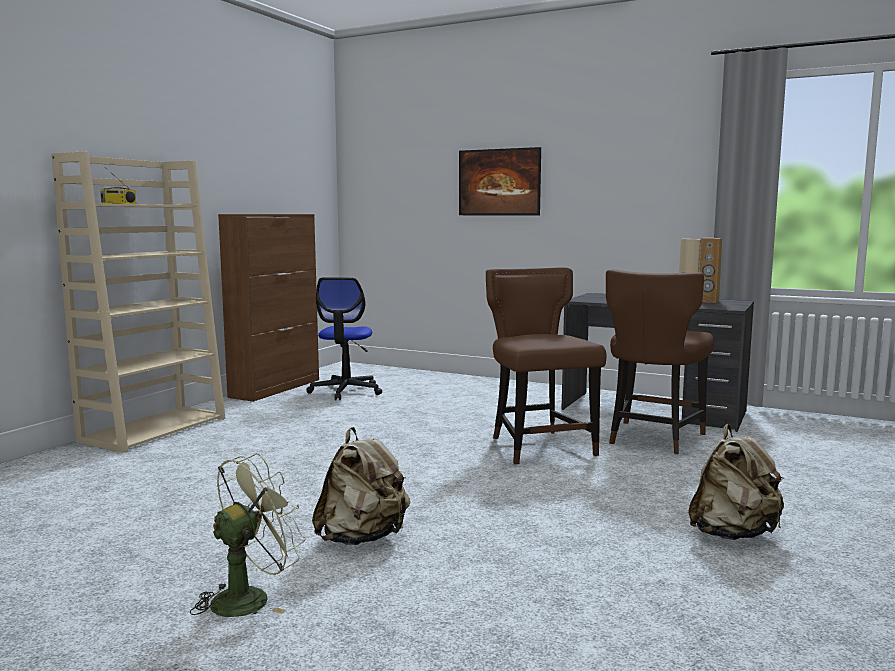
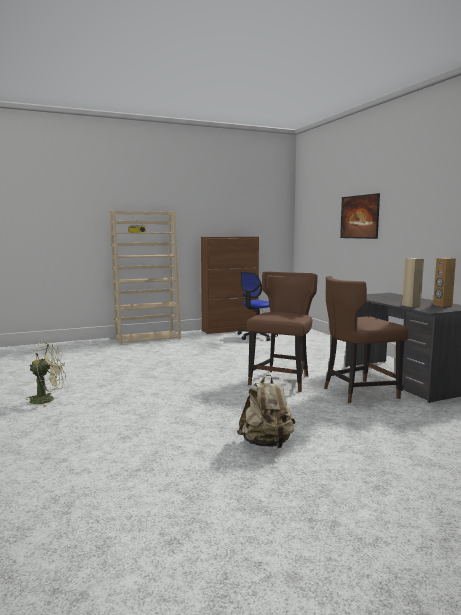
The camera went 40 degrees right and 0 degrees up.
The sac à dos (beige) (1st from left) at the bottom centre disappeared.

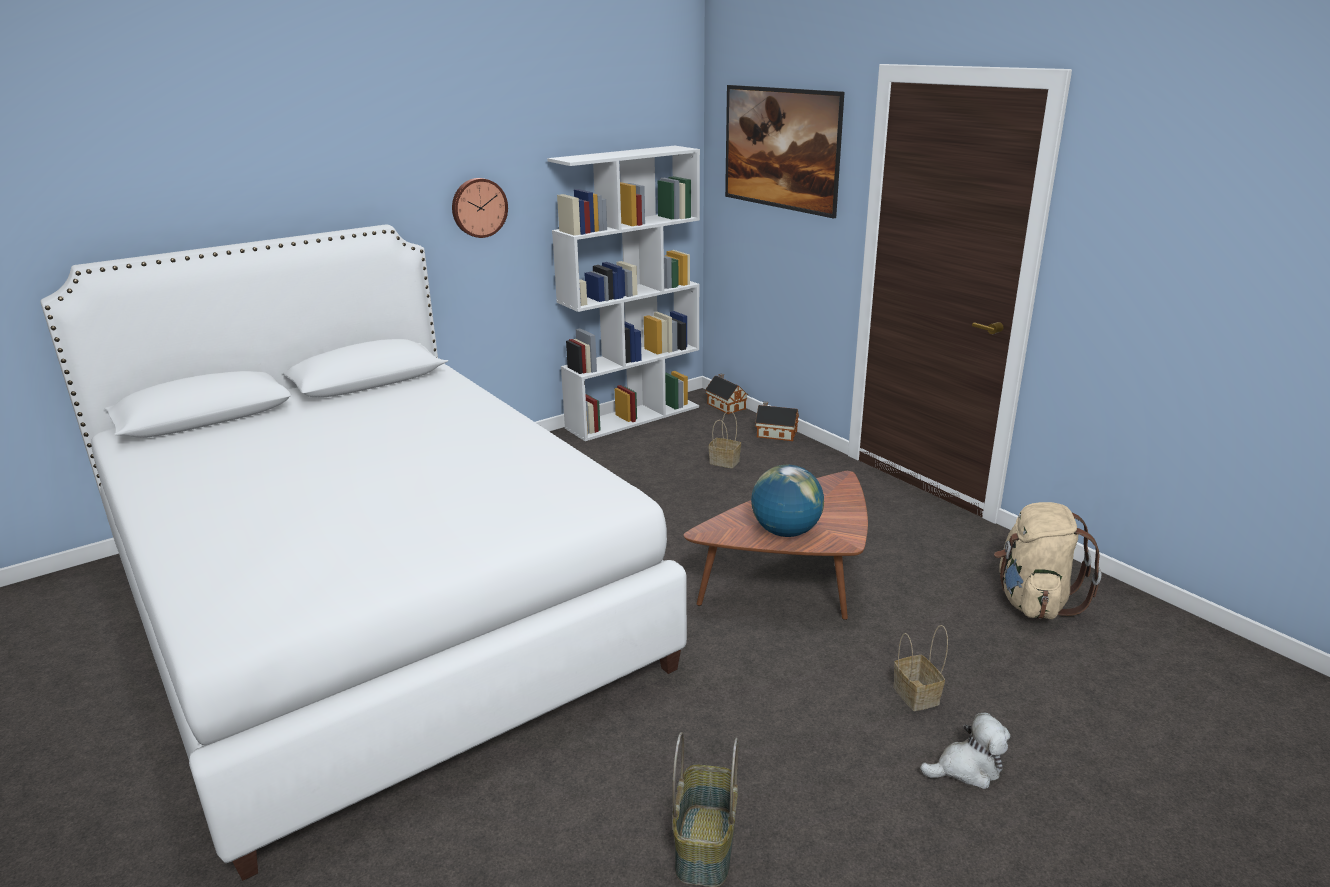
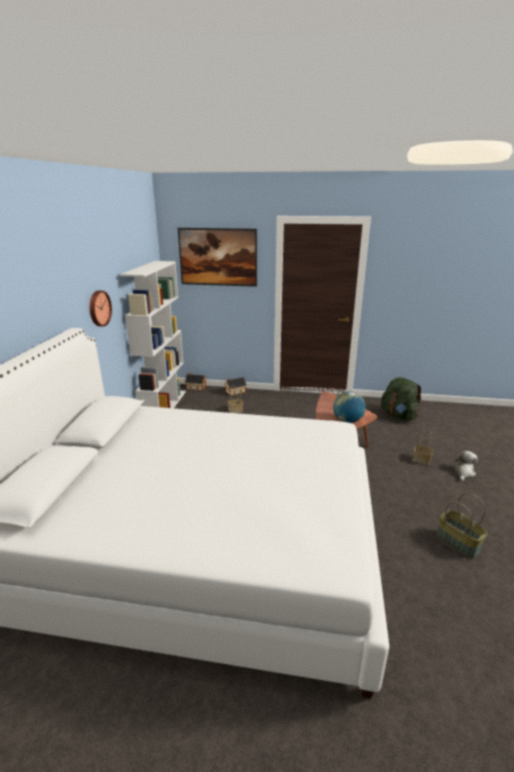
The camera went 45 degrees left and 0 degrees up.
The sac à dos (beige) at the middle right became the sac à dos (vert) at the middle right.

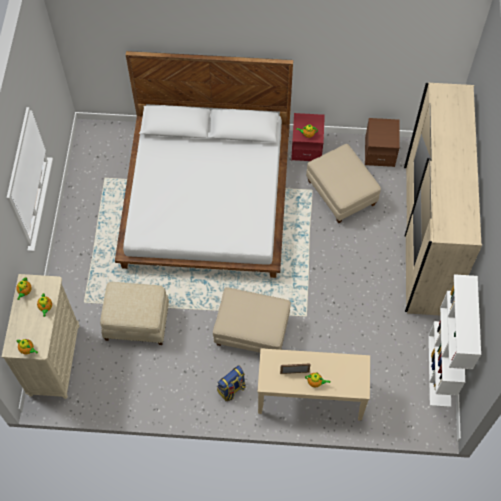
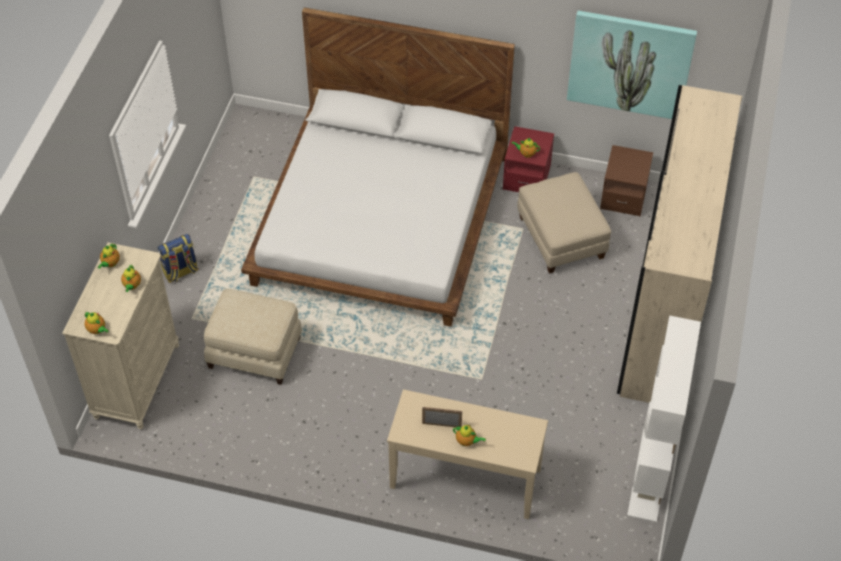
The camera went 10 degrees right and 10 degrees down.
The pouf (beige) (2nd from left) at the centre disappeared.
The tableau at the top right appeared.
The sac à dos moved from the bottom centre to the middle left.

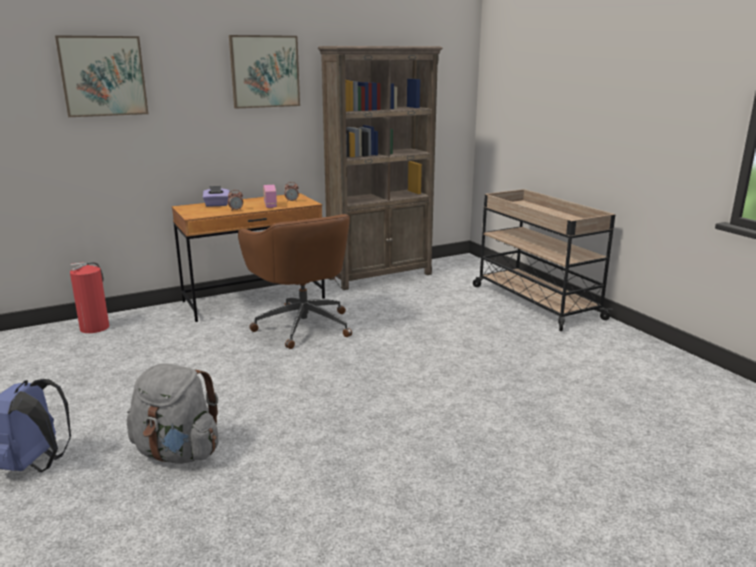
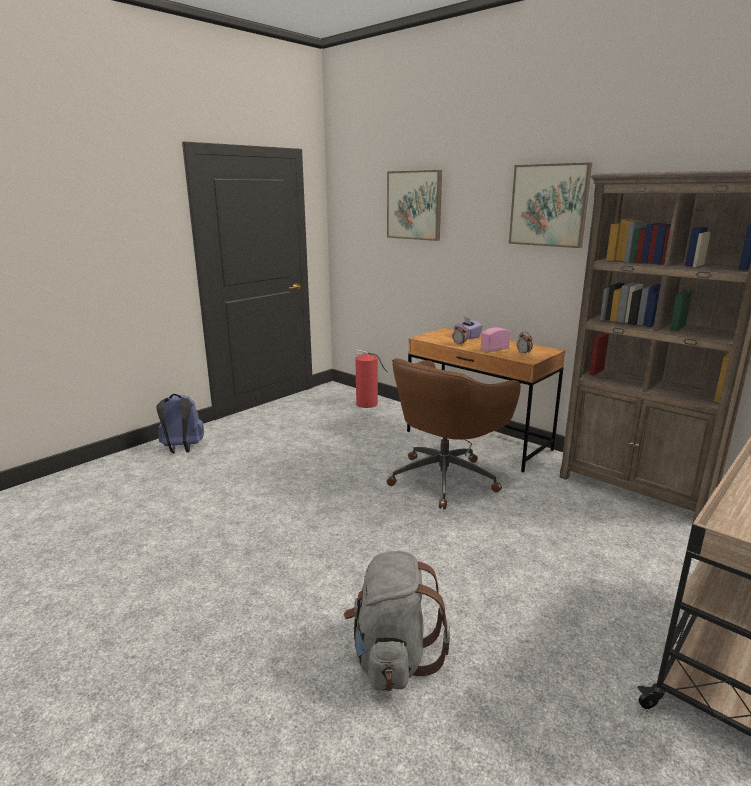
The camera went 70 degrees right and 0 degrees up.
The sac à dos (gris) moved from the bottom left to the bottom centre.

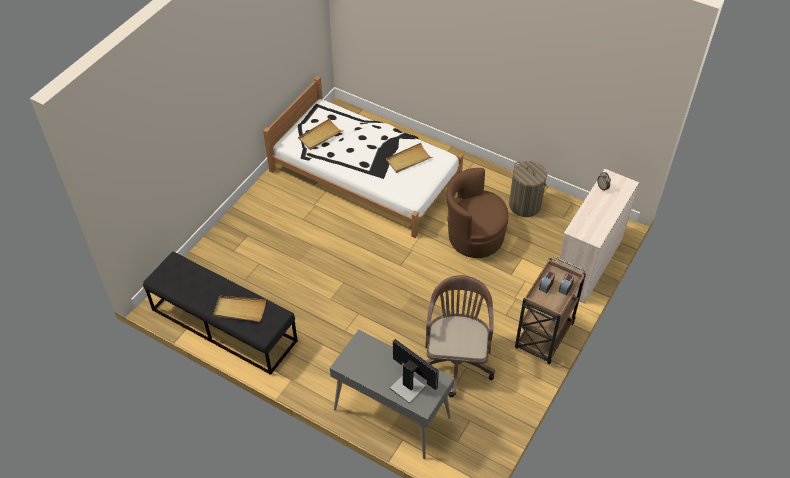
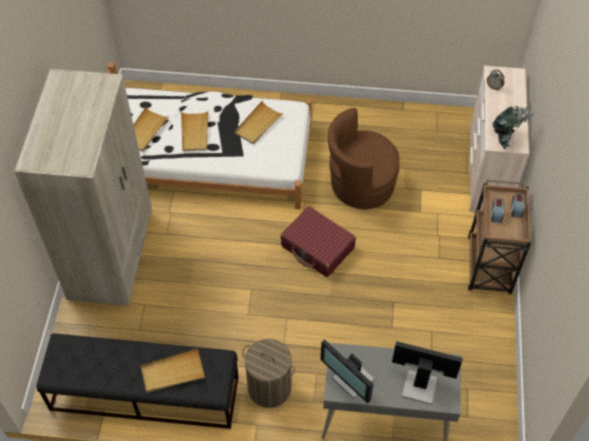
The camera went 25 degrees left and 5 degrees up.
The chaise de bureau (marron) at the bottom centre disappeared.
The armoire (beige) at the middle left appeared.
The plateau (beige) (3rd from left) at the top left appeared.
The valise (rouge) at the centre appeared.
The écran d'ordinateur (1st from left) at the bottom centre appeared.
The plante en pot at the top right appeared.
The panier à linge moved from the middle right to the bottom centre.

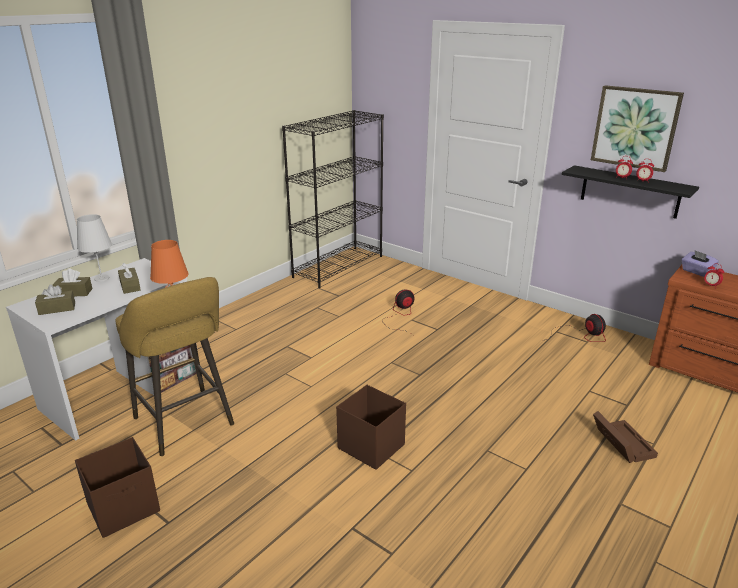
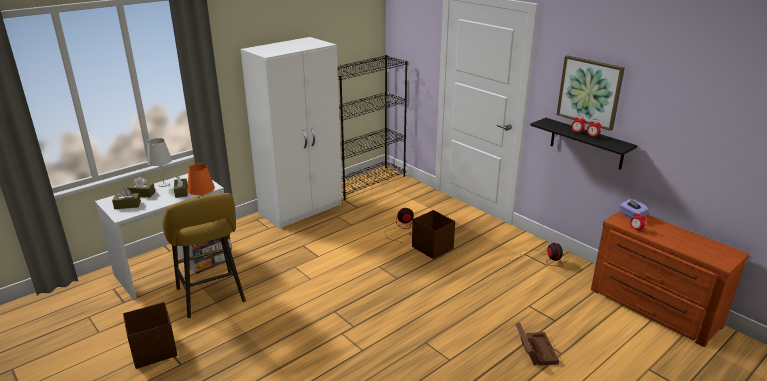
The camera went 10 degrees right and 0 degrees up.
The armoire (blanc) at the centre appeared.
The boîte de rangement (marron) (2nd from left) moved from the bottom centre to the centre.

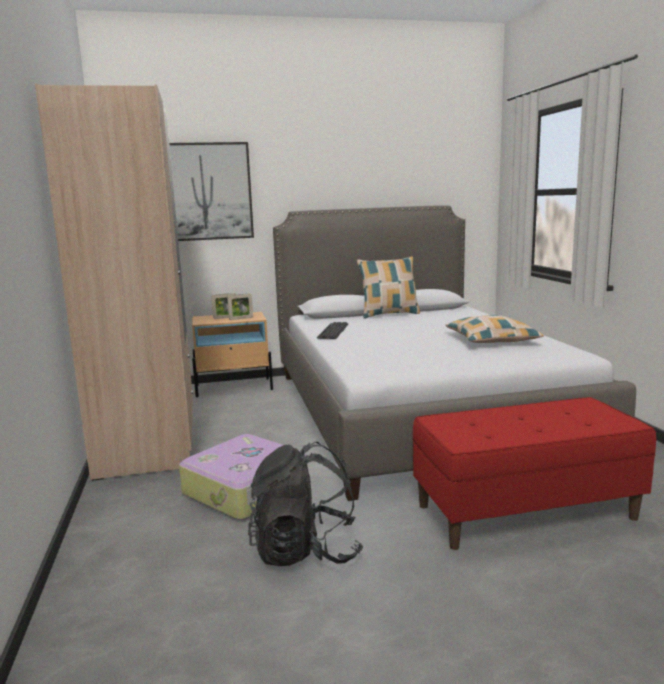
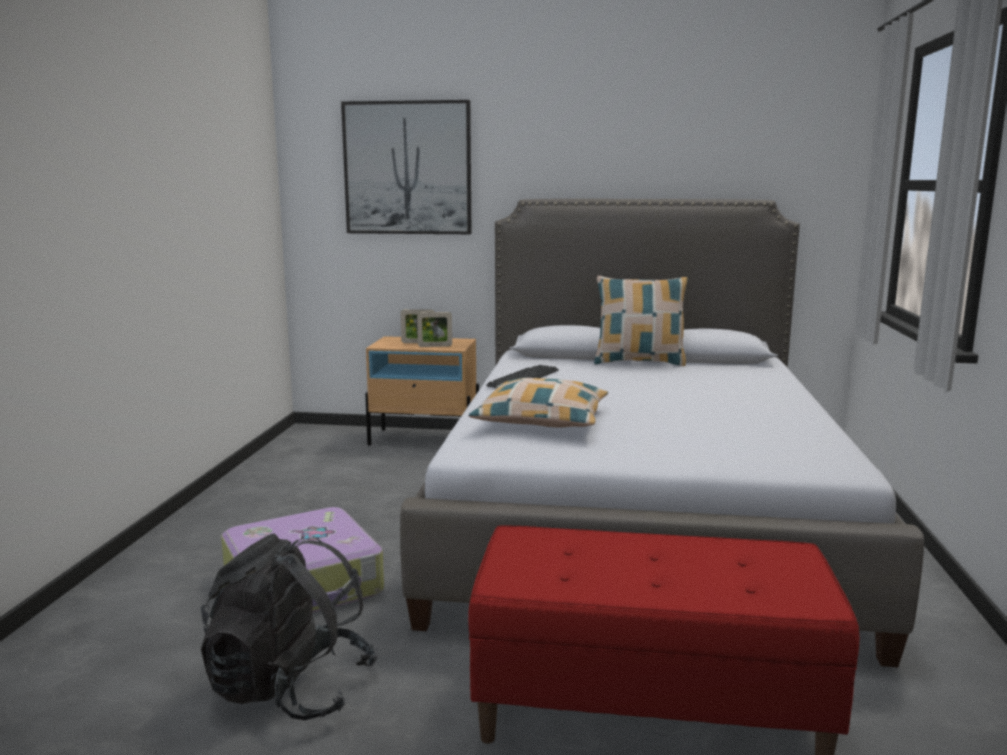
The camera went 20 degrees right and 0 degrees up.
The armoire (beige) at the middle left disappeared.
The coussin (2nd from left in the first image) moved from the middle right to the centre.

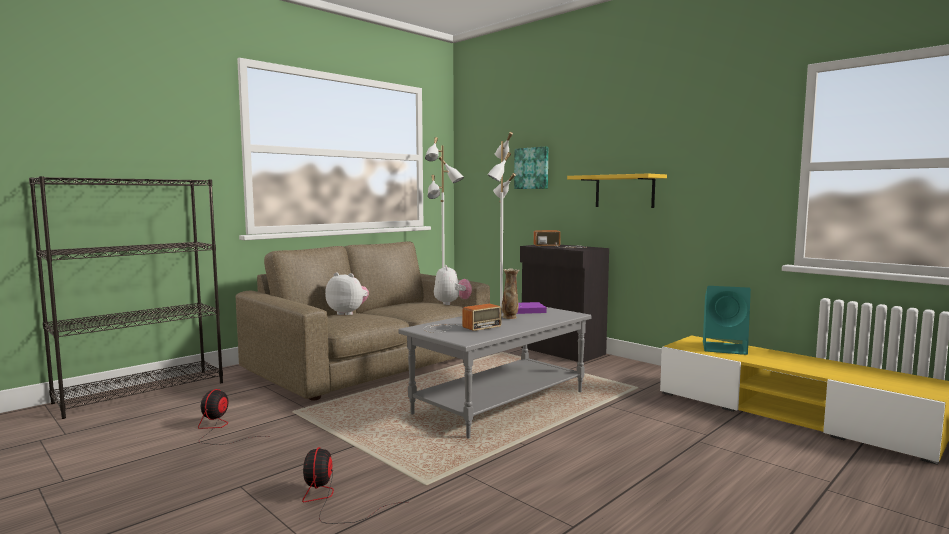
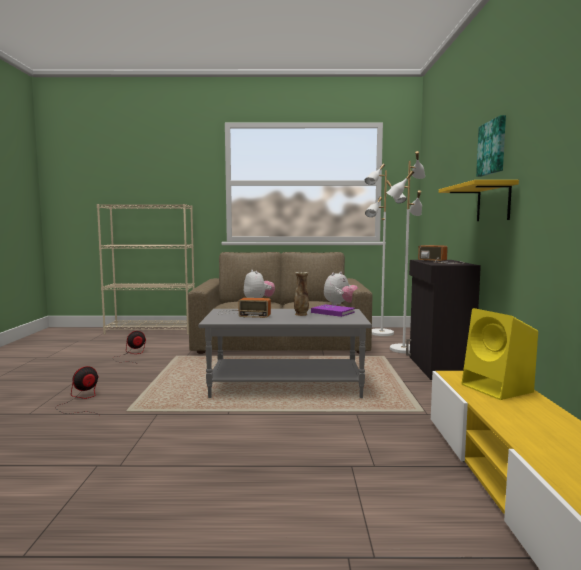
The camera went 45 degrees right and 0 degrees up.
The tableau moved from the top centre to the top right.
The bibliothèque (noir) at the middle left became the bibliothèque (beige) at the middle left.
The enceinte (turquoise) at the middle right became the enceinte (jaune) at the middle right.

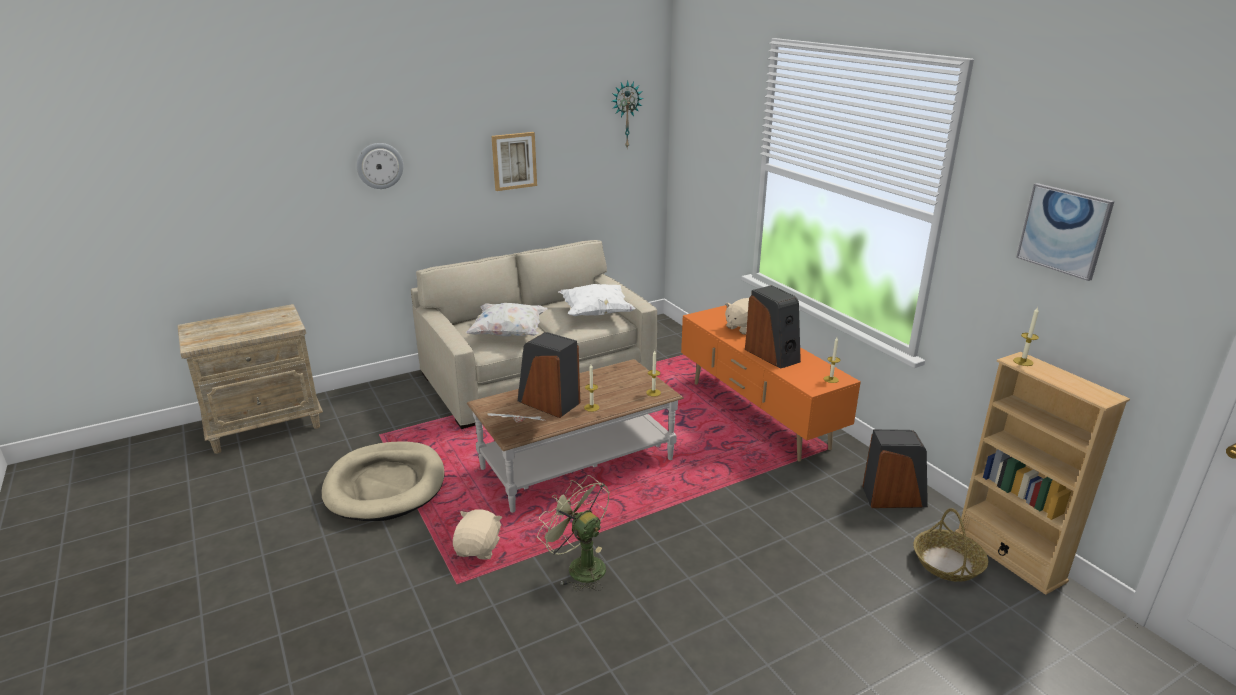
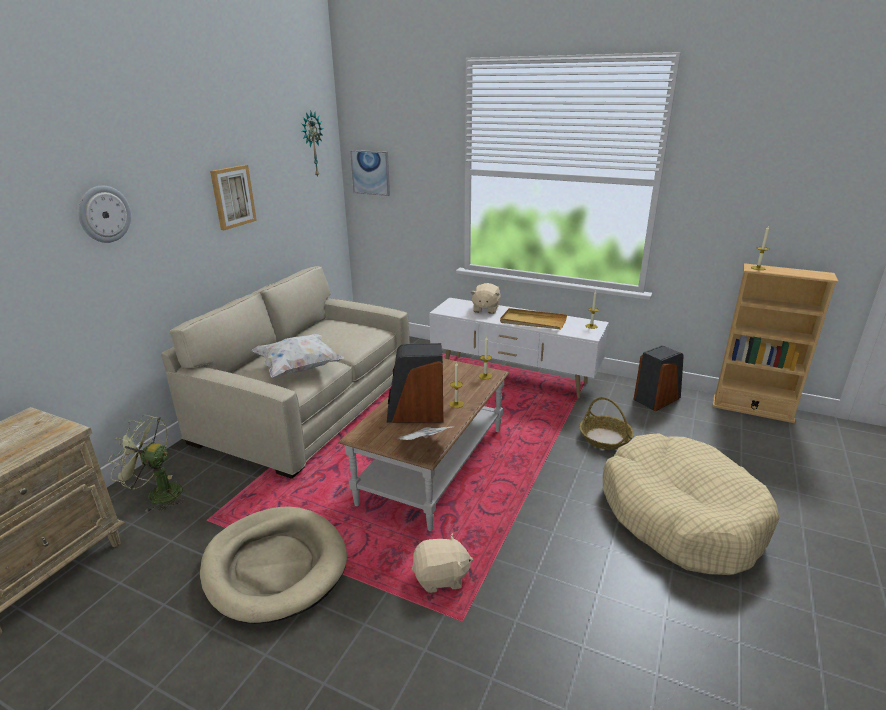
The camera went 35 degrees left and 0 degrees up.
The coussin (blanc) (2nd from left) at the centre disappeared.
The panier pour chien (beige) (2nd from left) at the bottom right appeared.
The ventilateur (vert) moved from the bottom centre to the middle left.
The panier moved from the bottom right to the middle right.
The tableau (2nd from left) moved from the middle right to the top centre.
The enceinte (2nd from left) at the centre was replaced by the plateau (beige) at the centre.
The meuble télé (orange) at the centre became the meuble télé (blanc) at the centre.
The peluche (beige) (1st from left) at the bottom centre turned 105 degrees clockwise.

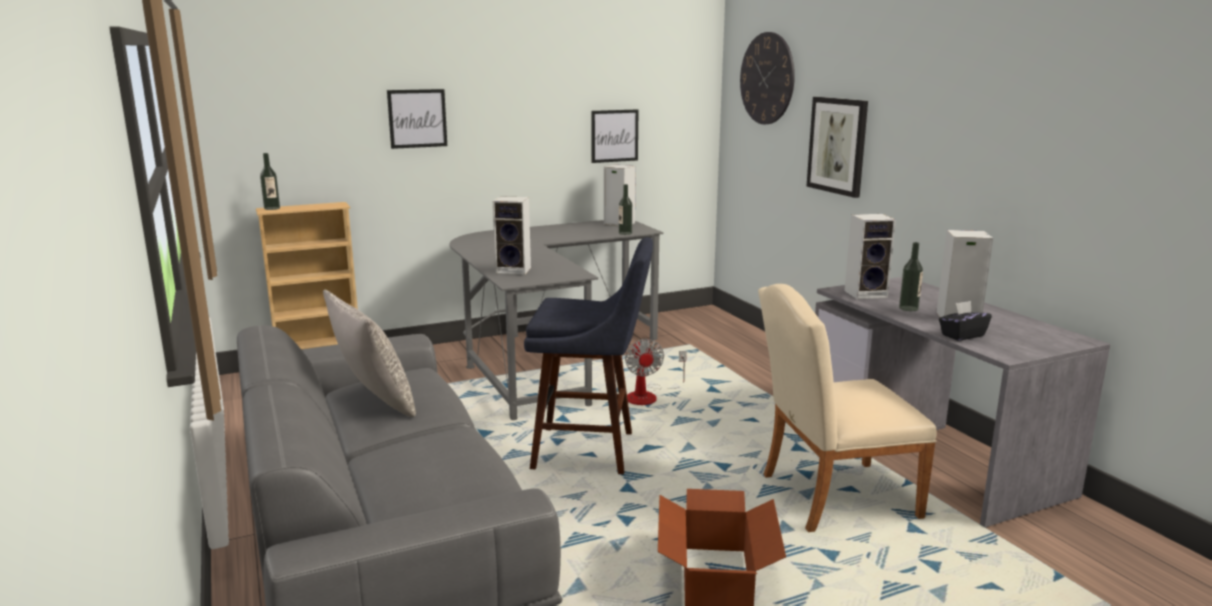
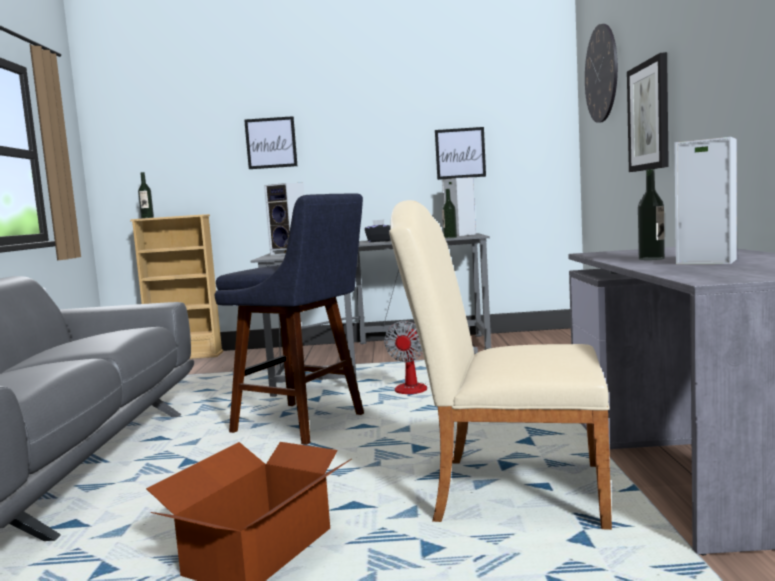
The camera went 25 degrees right and 10 degrees down.
The coussin (gris) at the middle left disappeared.
The enceinte (3rd from left) at the middle right disappeared.
The boîte à mouchoirs (noir) moved from the middle right to the centre.

